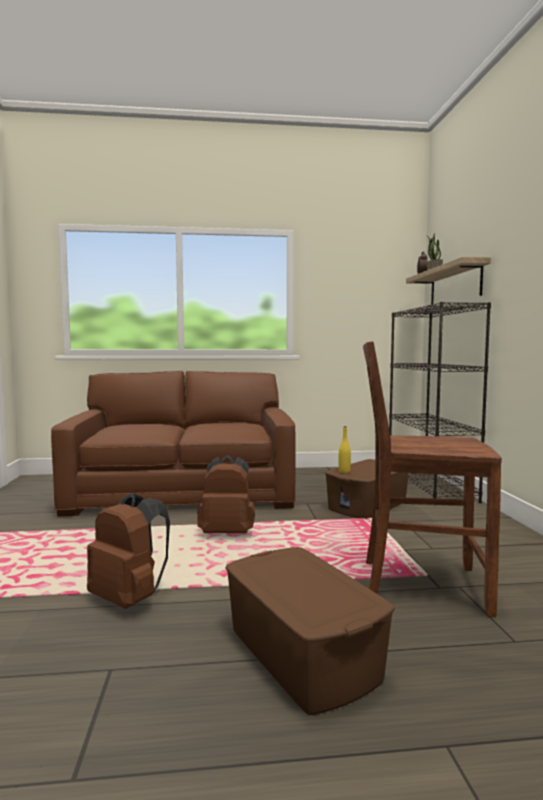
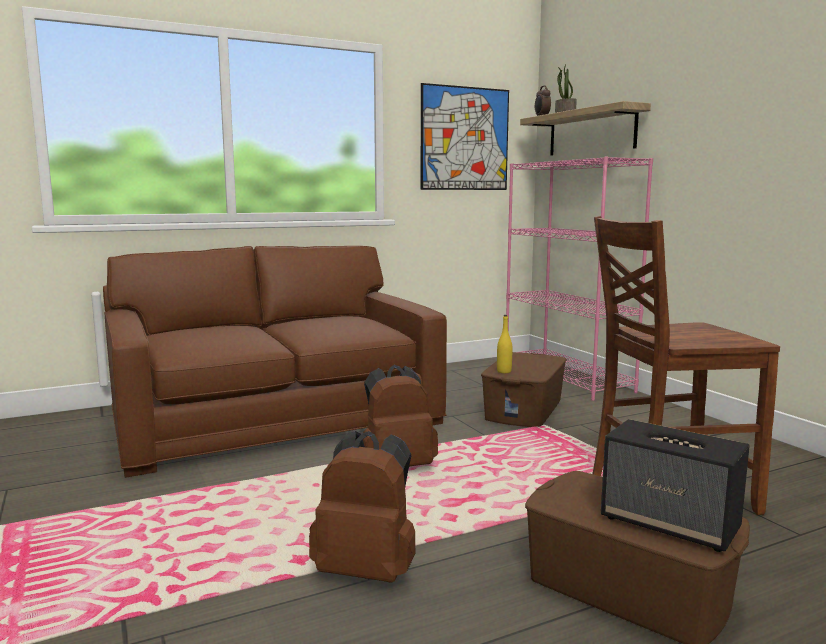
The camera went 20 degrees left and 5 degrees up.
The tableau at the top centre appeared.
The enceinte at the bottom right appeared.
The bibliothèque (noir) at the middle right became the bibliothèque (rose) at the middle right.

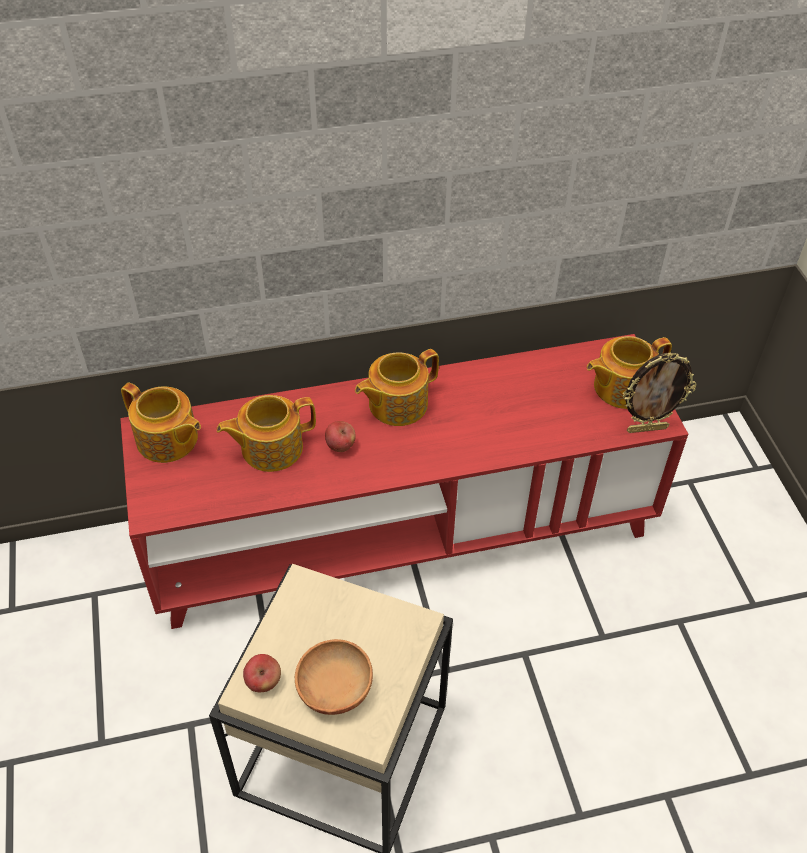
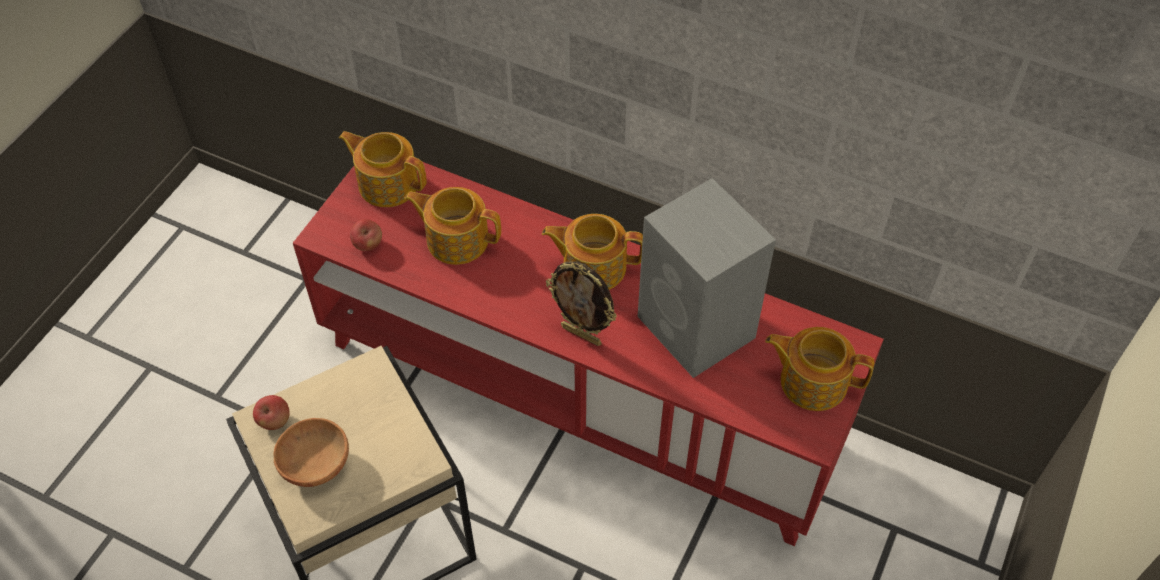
The camera went 40 degrees right and 5 degrees up.
The enceinte (gris) at the centre appeared.
The pomme (2nd from left) moved from the centre to the middle left.
The cadre photo moved from the middle right to the centre.
The théière (1st from left) at the middle left turned 135 degrees clockwise.

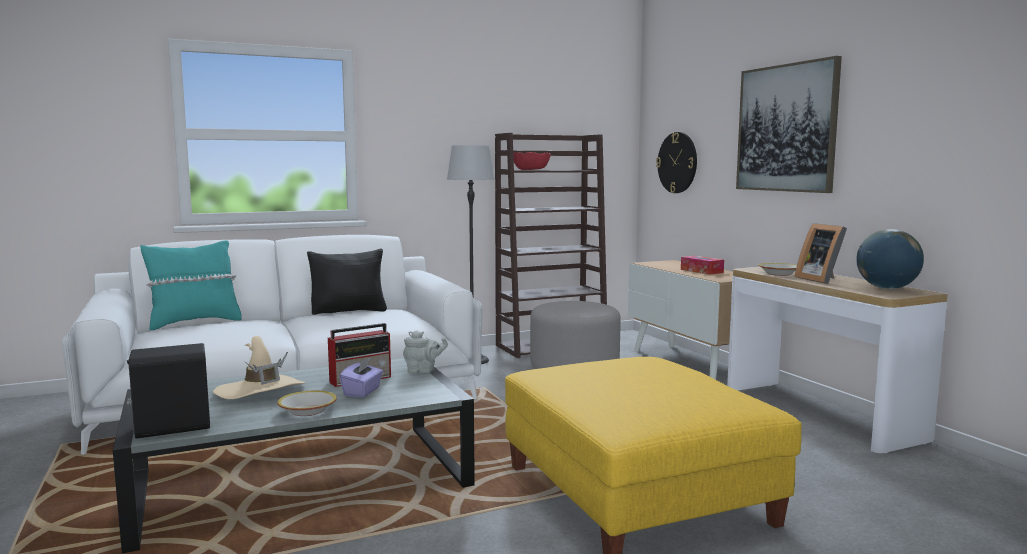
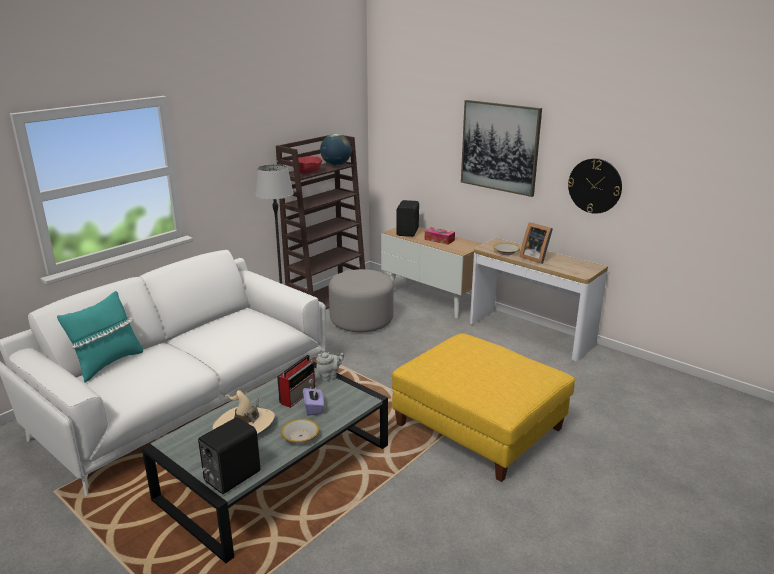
The camera went 25 degrees left and 15 degrees up.
The coussin (noir) at the centre disappeared.
The enceinte (noir) (2nd from left) at the centre appeared.
The horloge murale moved from the top centre to the top right.
The globe moved from the middle right to the top centre.

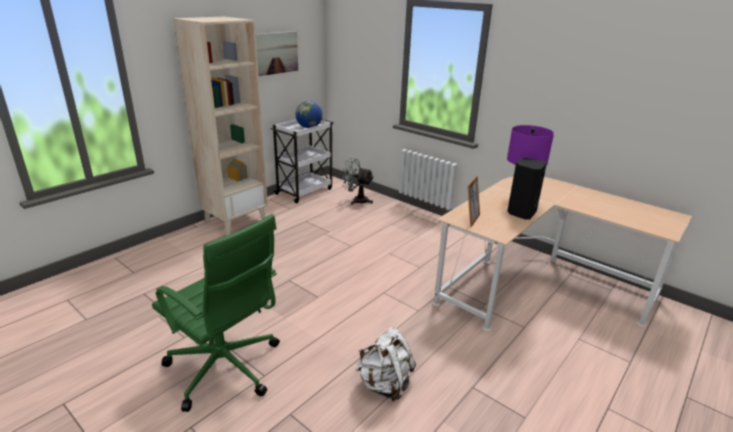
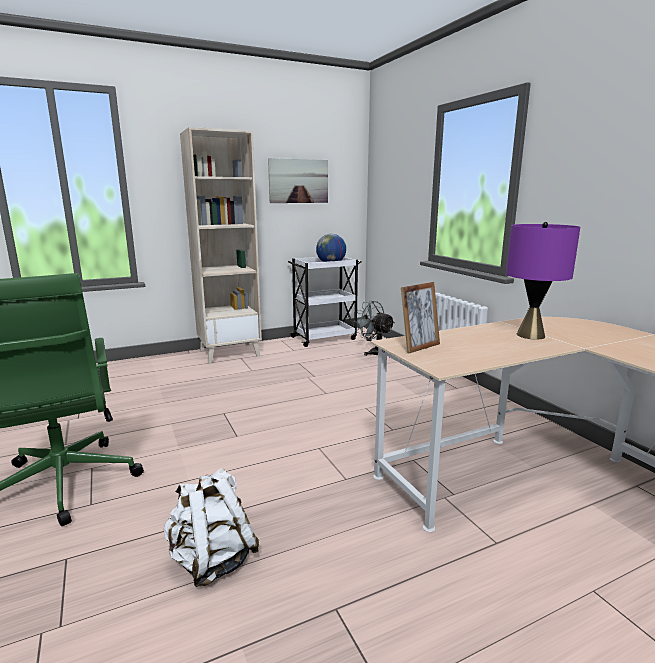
The camera went 25 degrees right and 10 degrees down.
The enceinte (noir) at the middle right disappeared.

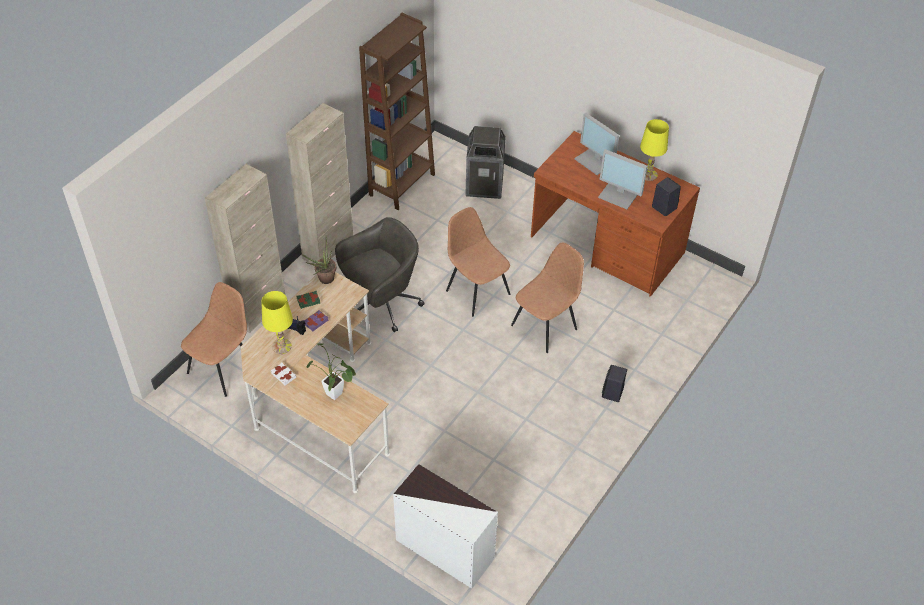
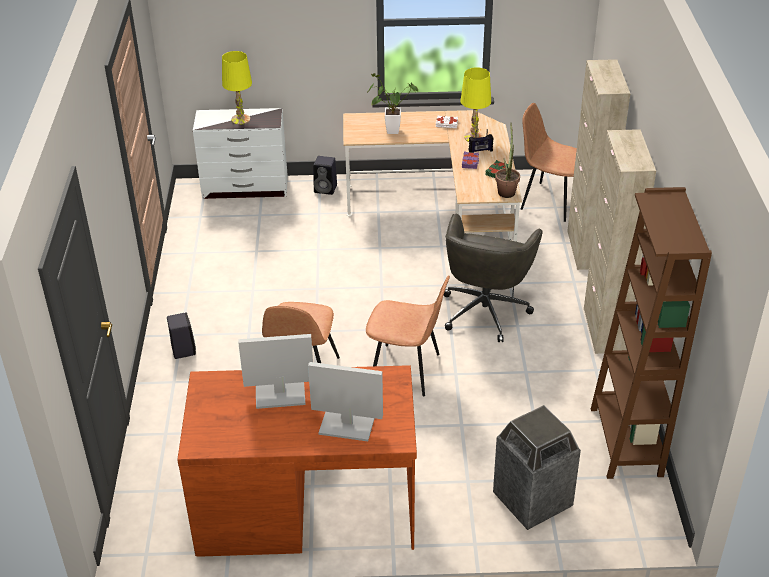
The camera went 145 degrees right and 10 degrees down.
The lampe de table (jaune) (2nd from left in the first image) moved from the top right to the top left.
The enceinte (noir) (2nd from left) moved from the top right to the top centre.
The chaise (marron) (1st from left in the first image) at the middle left turned 120 degrees clockwise.

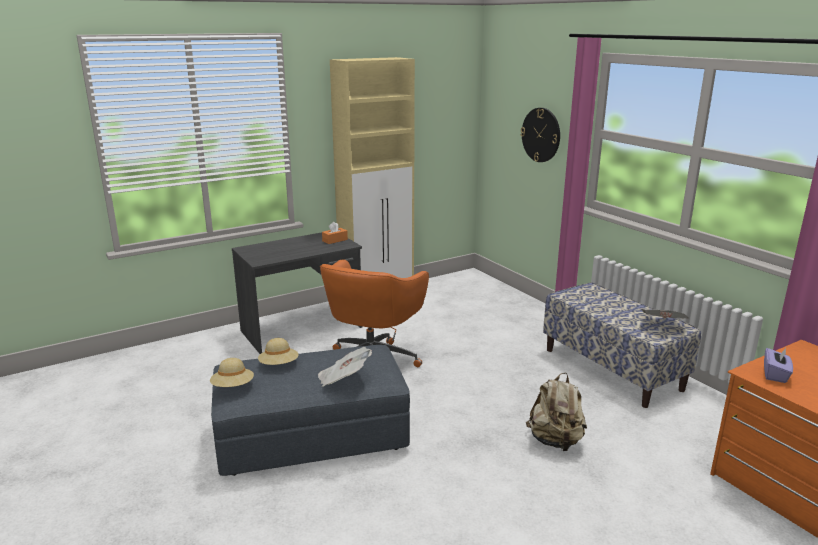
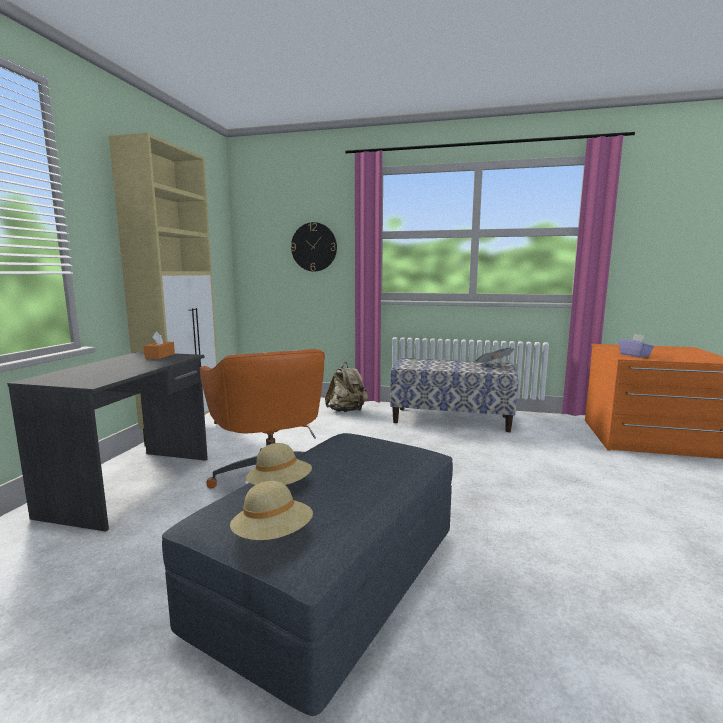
The camera went 45 degrees left and 10 degrees down.
The journal (1st from left) at the bottom centre disappeared.
The sac à dos (beige) moved from the bottom right to the centre.

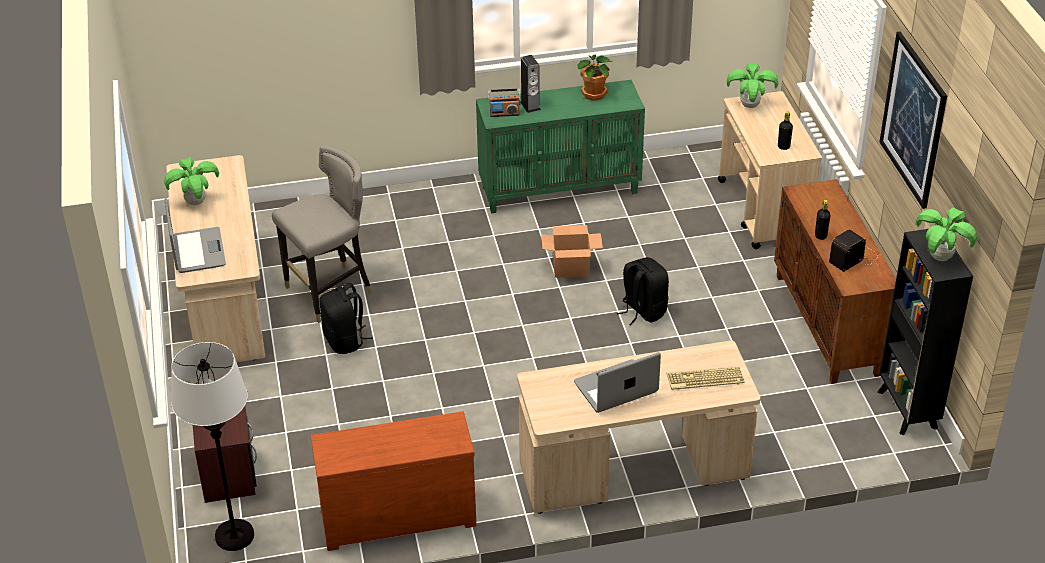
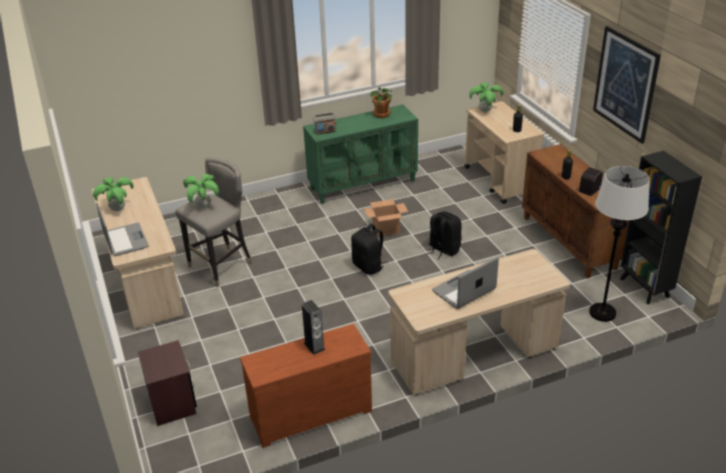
The camera went 10 degrees left and 5 degrees down.
The clavier at the bottom right disappeared.
The lampadaire (blanc) moved from the bottom left to the middle right.
The sac à dos (noir) (1st from left) moved from the middle left to the centre.
The enceinte moved from the top centre to the bottom centre.
The plante en pot (4th from left in the first image) moved from the middle right to the middle left.

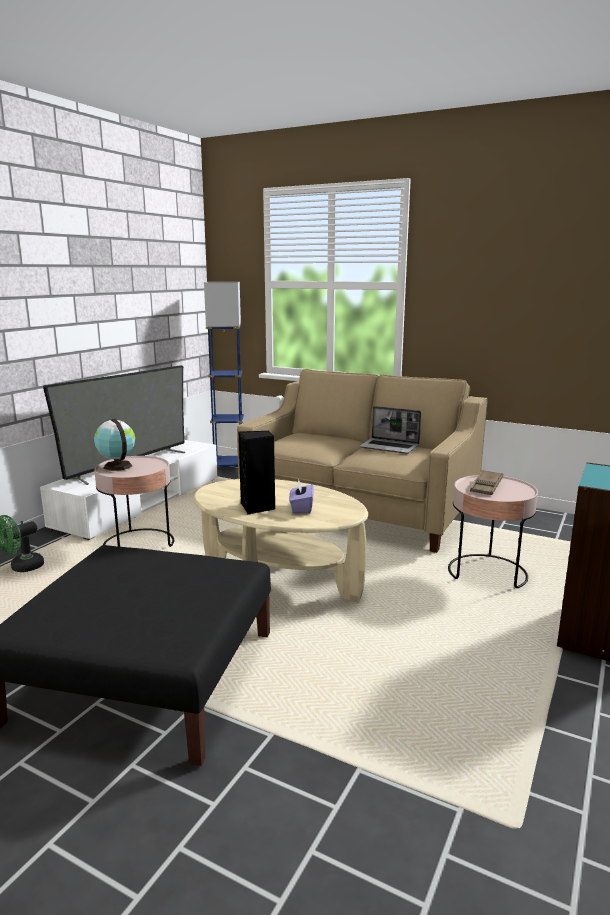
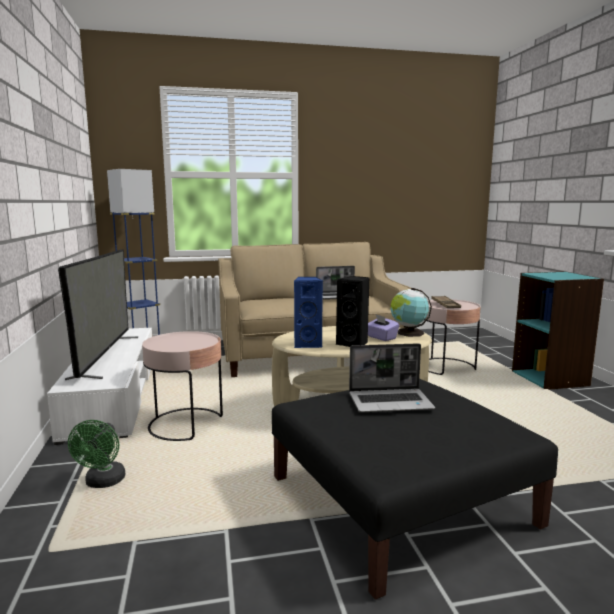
The camera went 40 degrees left and 5 degrees down.
The enceinte (bleu) at the centre appeared.
The ordinateur portable (2nd from left) at the centre appeared.
The globe moved from the middle left to the middle right.

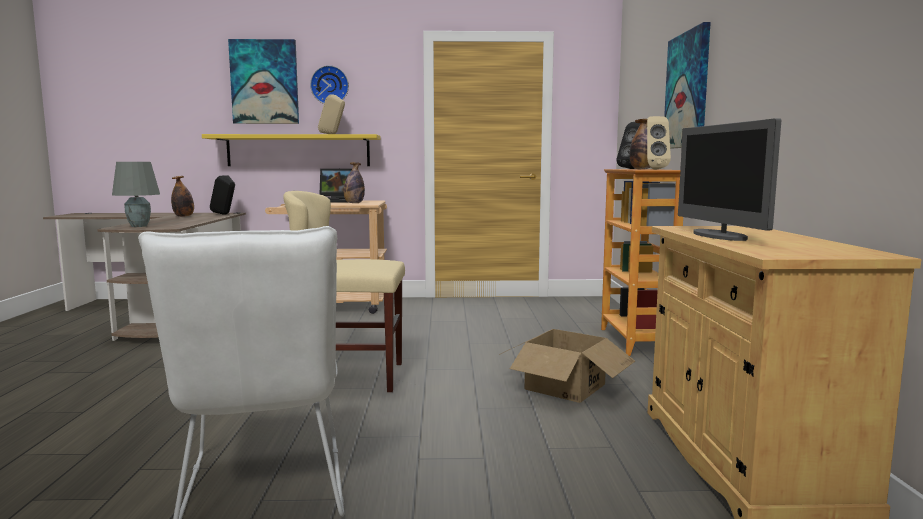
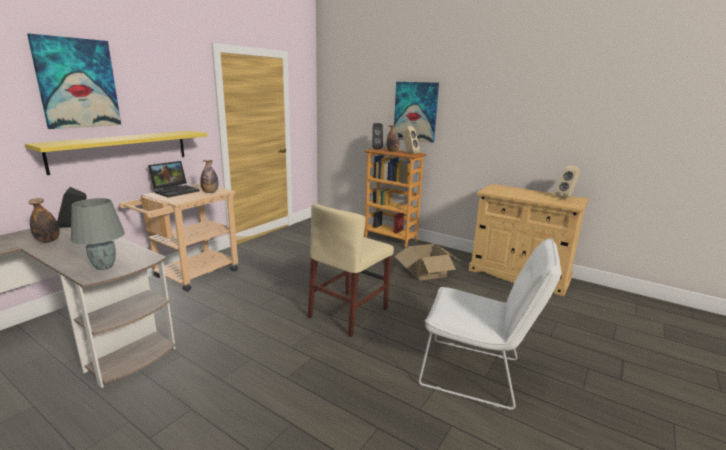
The camera went 55 degrees left and 10 degrees up.
The horloge murale at the top centre disappeared.
The écran d'ordinateur at the middle right disappeared.
The enceinte (beige) (1st from left in the first image) moved from the top centre to the middle right.

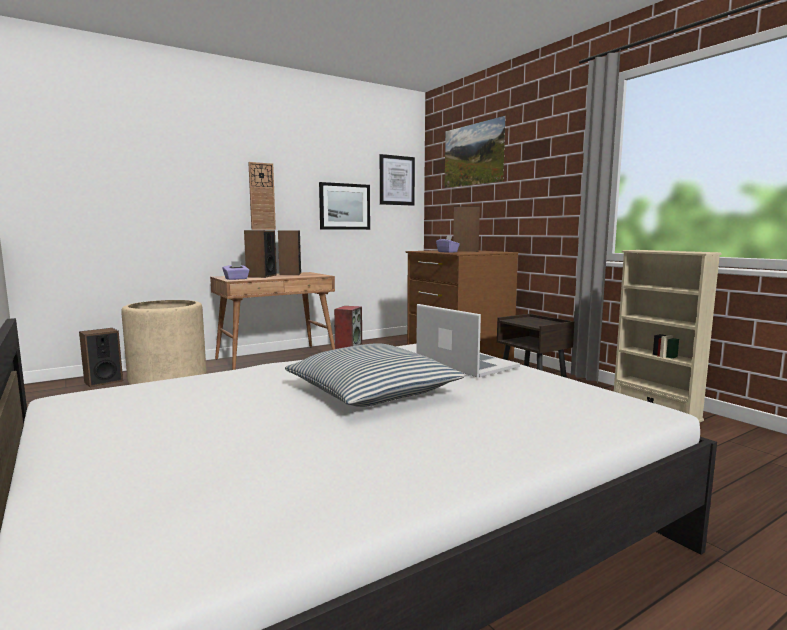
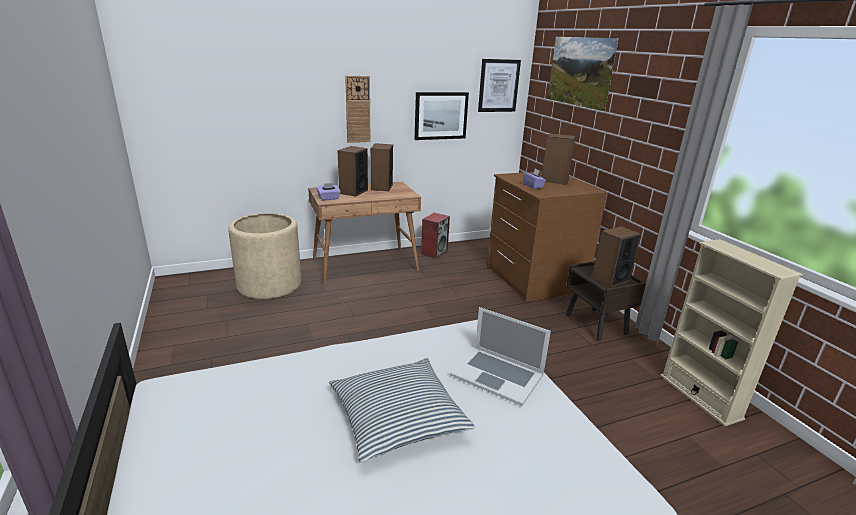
The camera went 10 degrees right and 15 degrees up.
The enceinte (1st from left in the first image) moved from the middle left to the middle right.
The ordinateur portable at the centre turned 150 degrees clockwise.

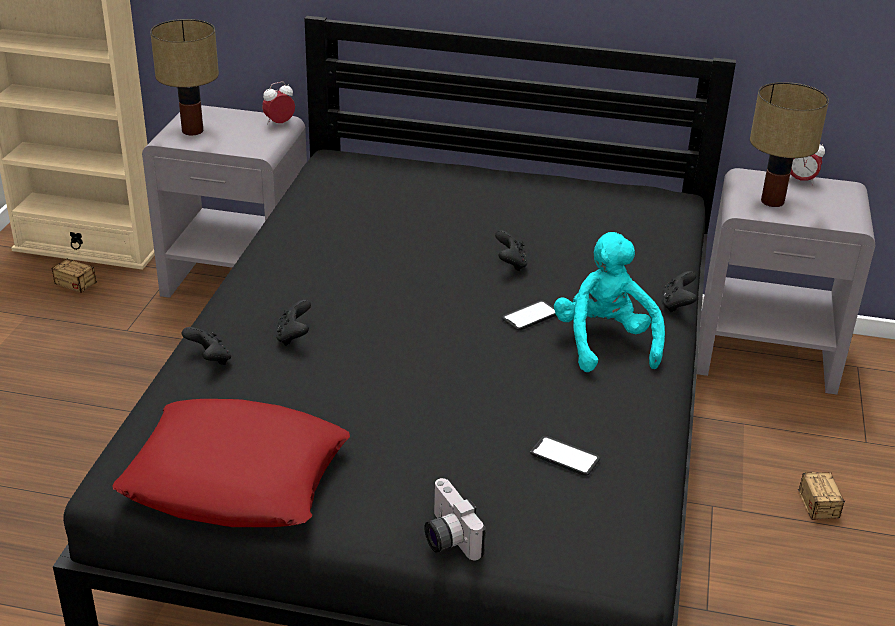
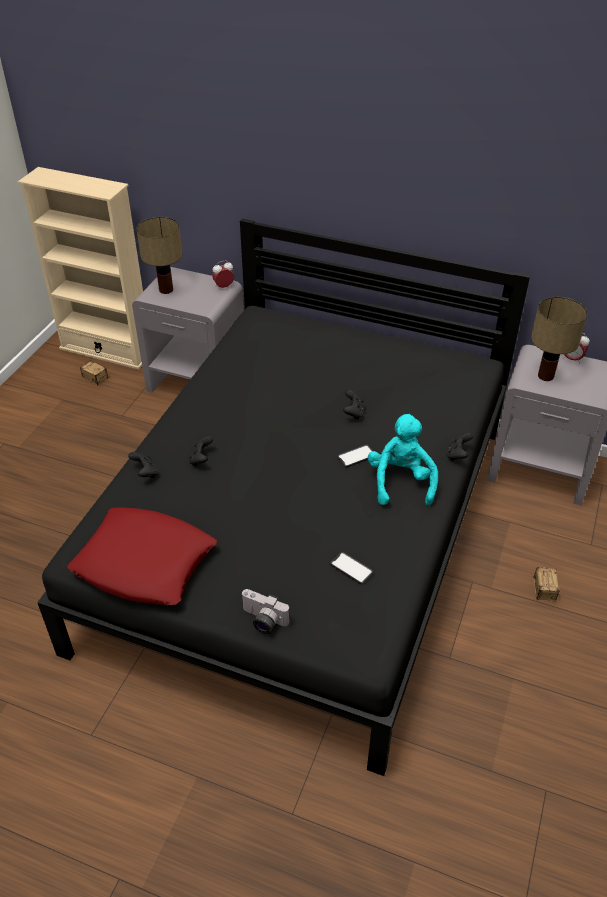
The camera went 10 degrees right and 10 degrees up.
The appareil photo at the bottom centre turned 45 degrees counterclockwise.

